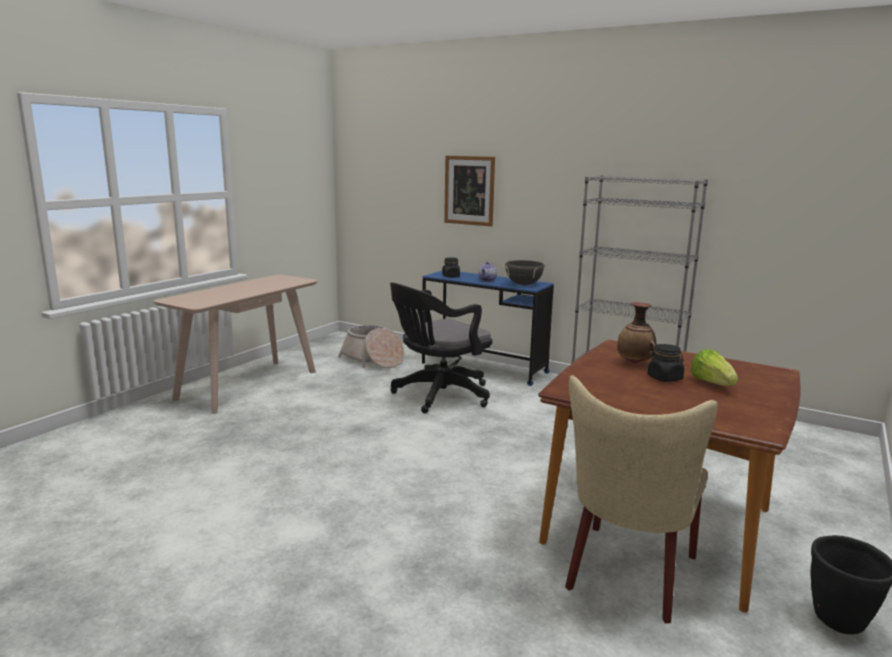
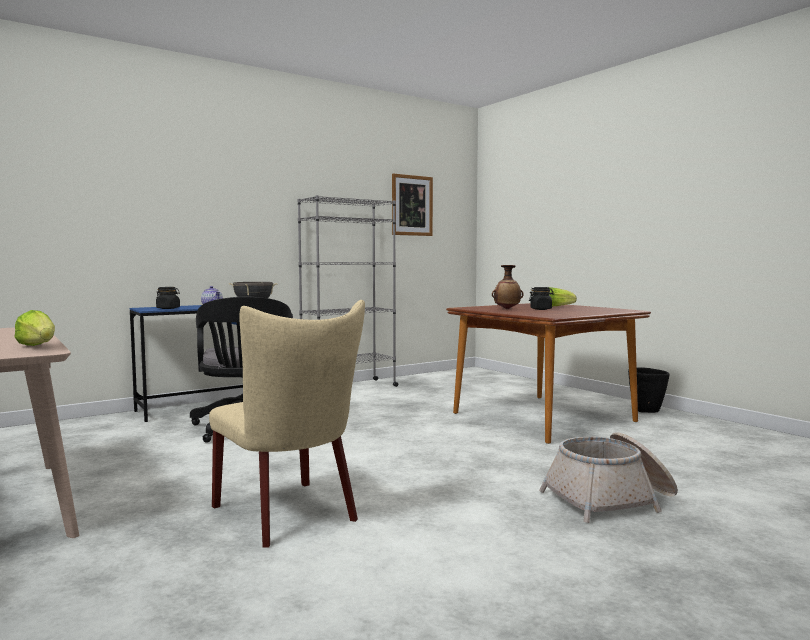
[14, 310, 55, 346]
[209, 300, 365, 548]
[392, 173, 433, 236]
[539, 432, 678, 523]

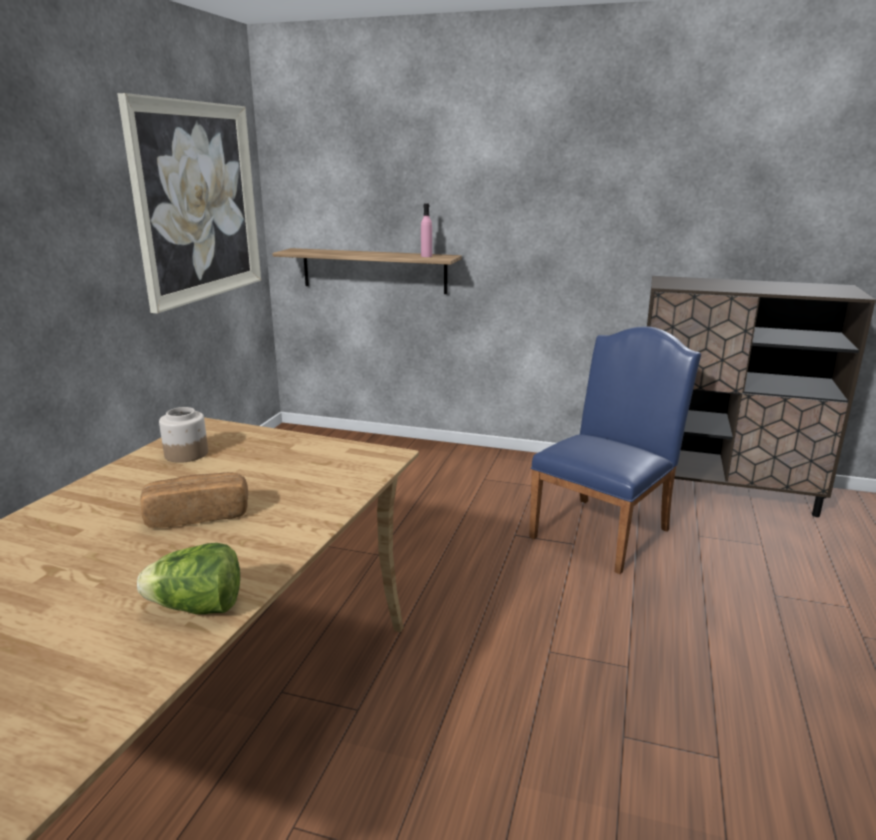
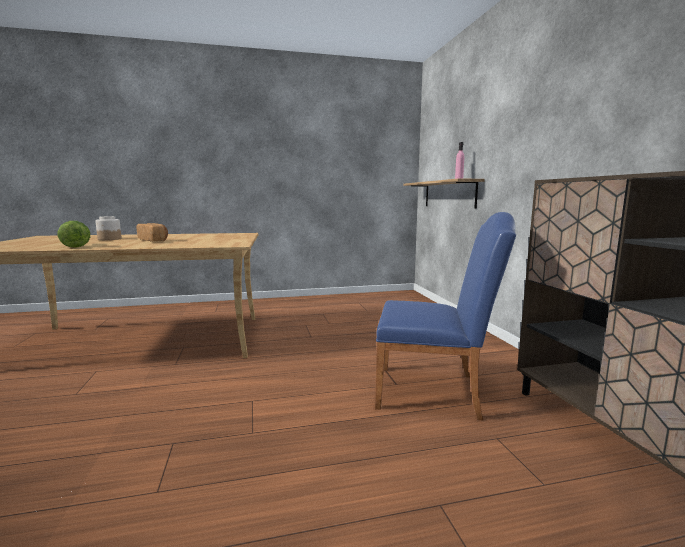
[95, 216, 122, 240]
[117, 93, 261, 314] (first image)

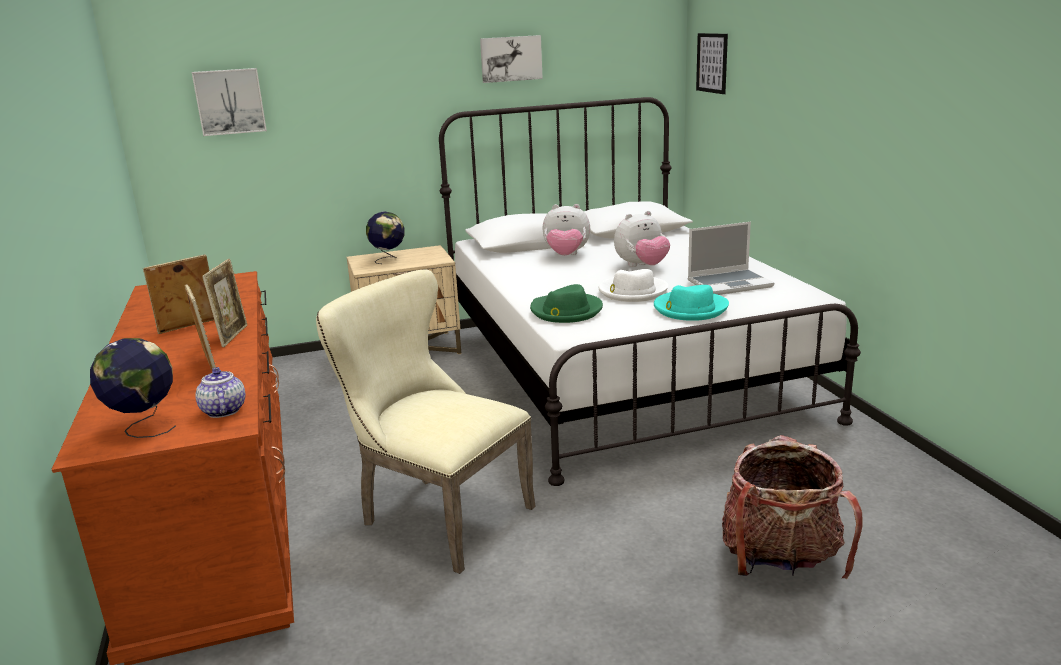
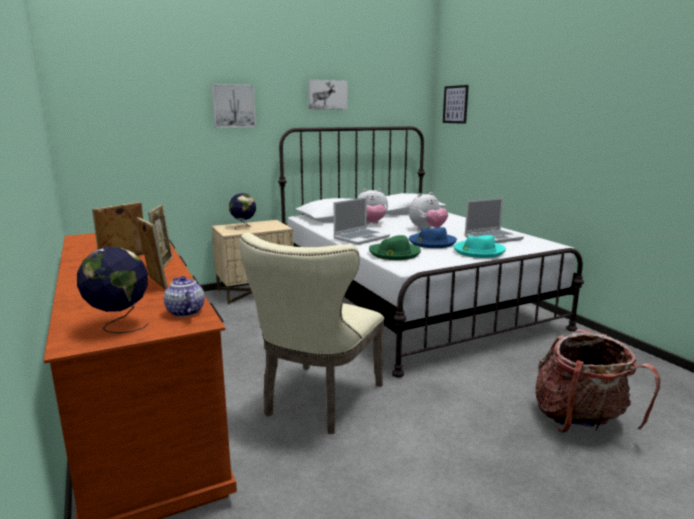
[212, 84, 256, 128]
[239, 233, 385, 434]
[334, 197, 390, 245]
[409, 227, 457, 248]

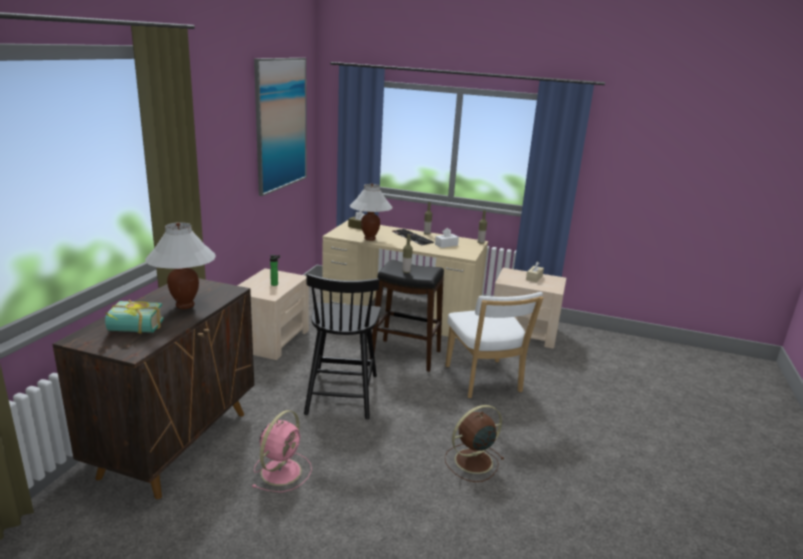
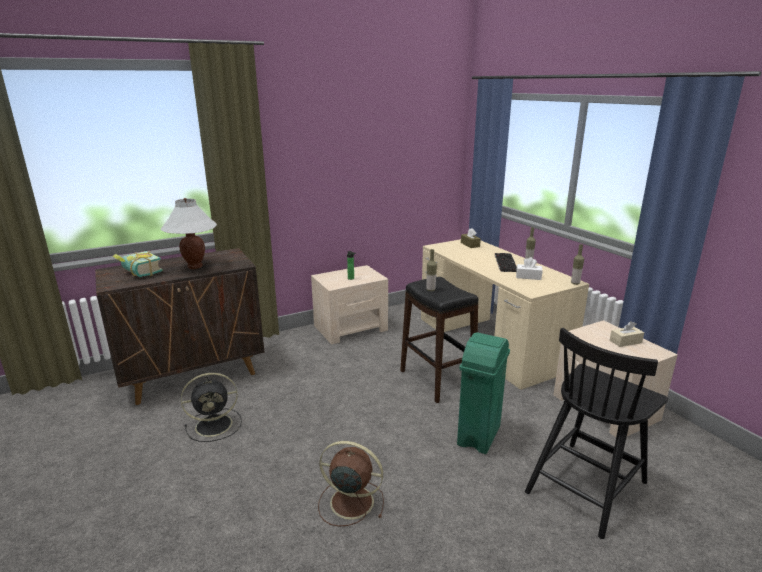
[181, 373, 242, 442]
[457, 332, 510, 454]
[525, 328, 668, 539]
[254, 58, 307, 196] (first image)
[350, 184, 393, 241] (first image)

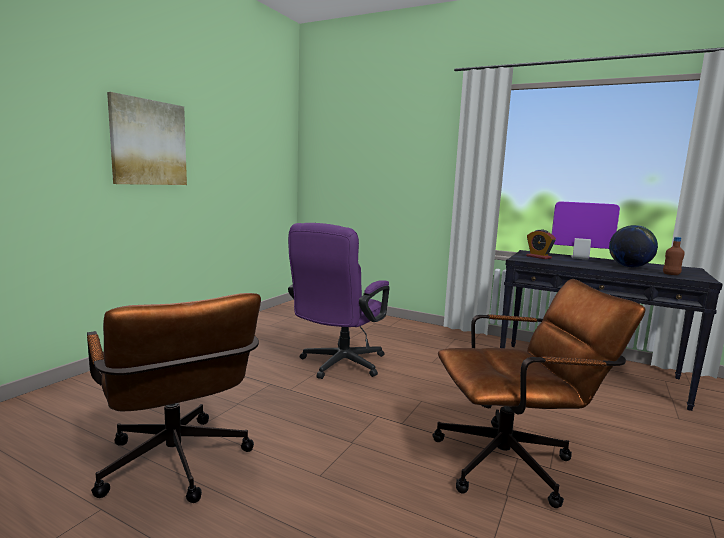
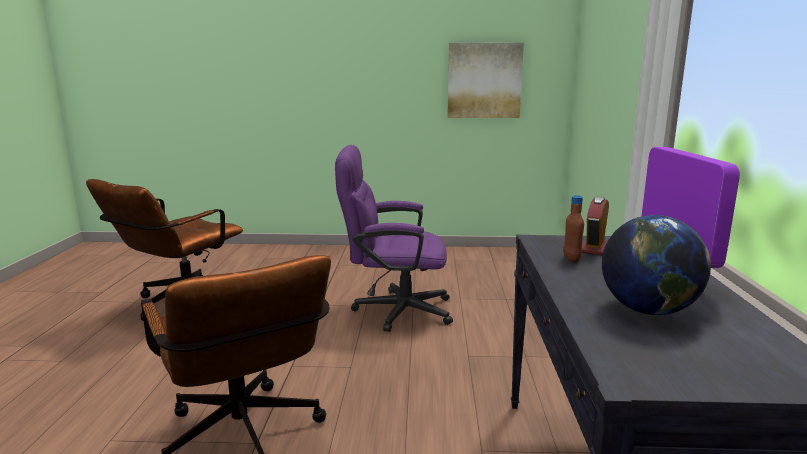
[448, 43, 524, 118]
[563, 195, 584, 262]

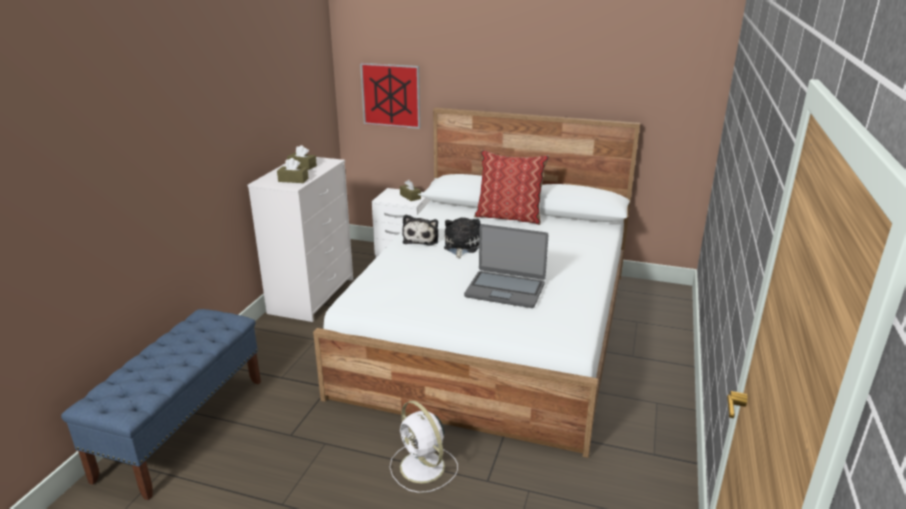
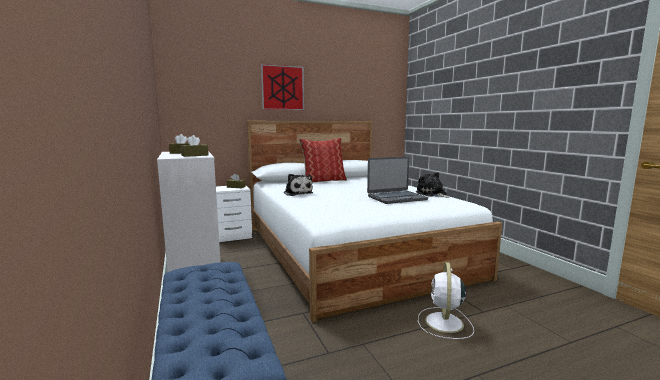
[261, 64, 304, 110]
[416, 172, 449, 198]
[418, 262, 474, 339]

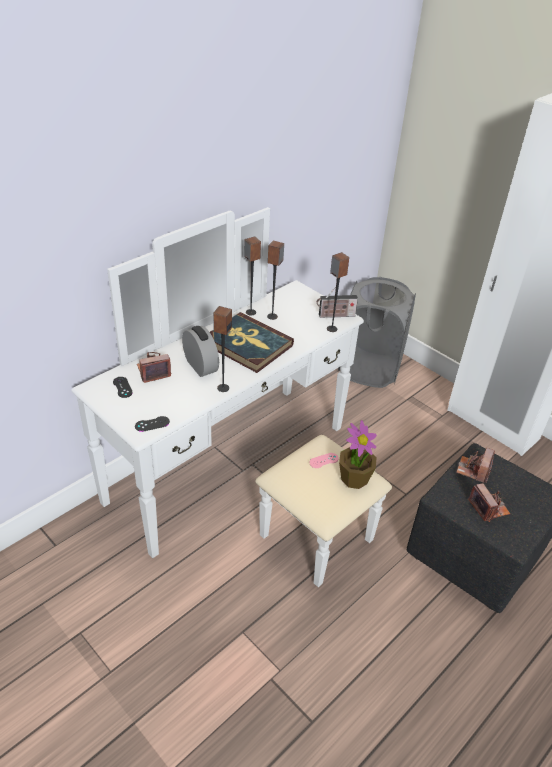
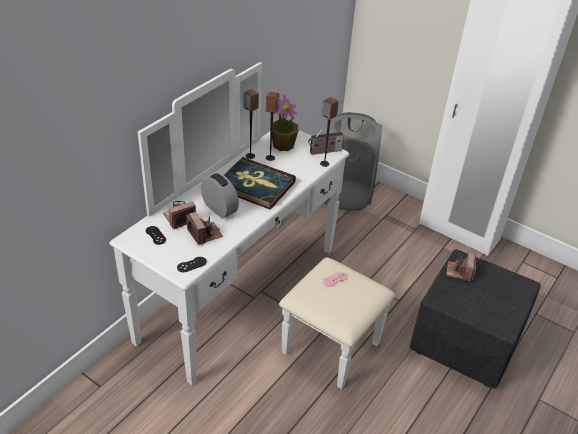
[187, 212, 223, 245]
[270, 94, 298, 151]
[213, 306, 232, 392] (first image)

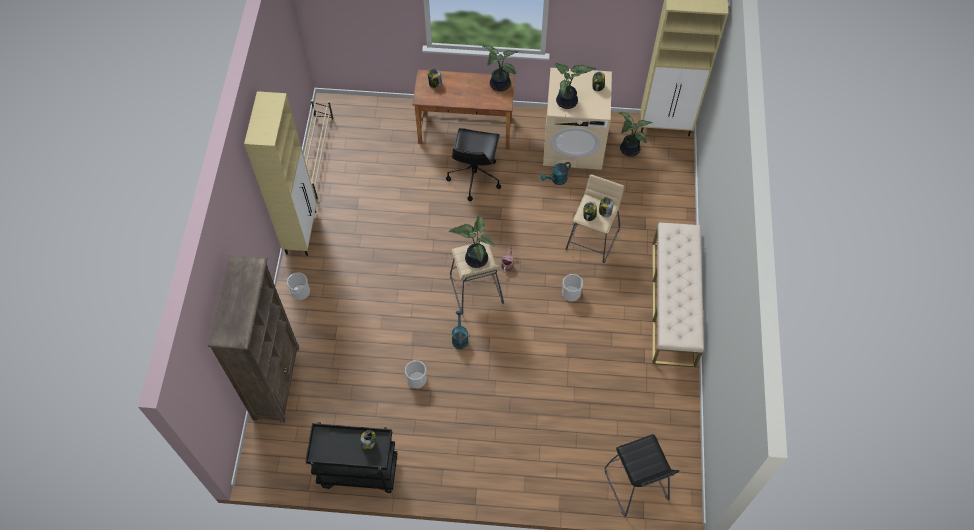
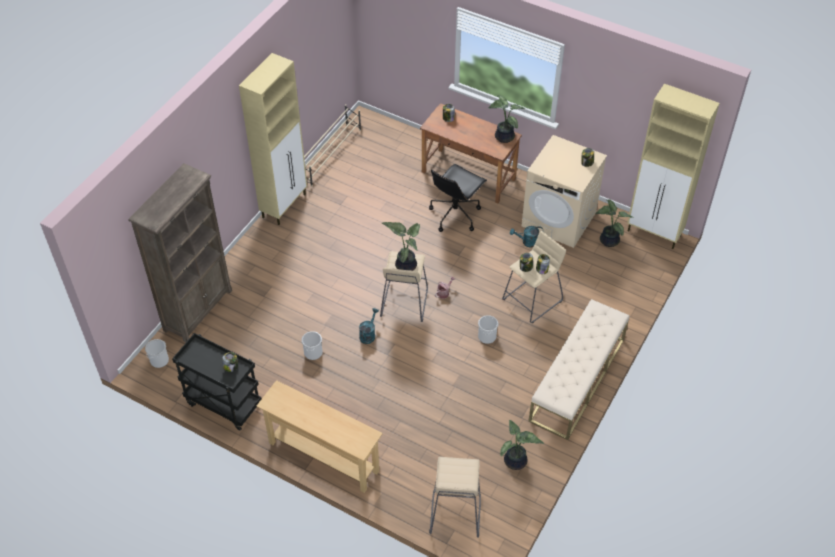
[145, 339, 169, 368]
[256, 380, 383, 493]
[429, 457, 481, 538]
[500, 420, 544, 470]

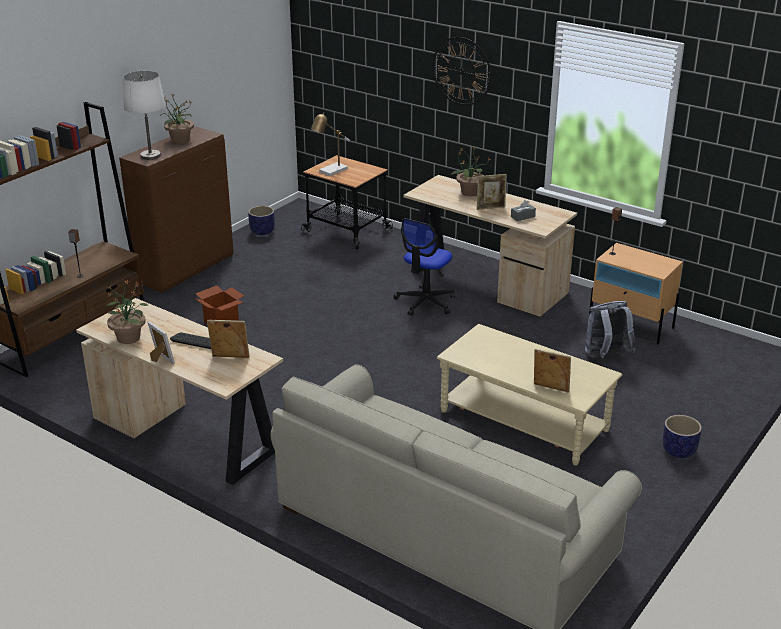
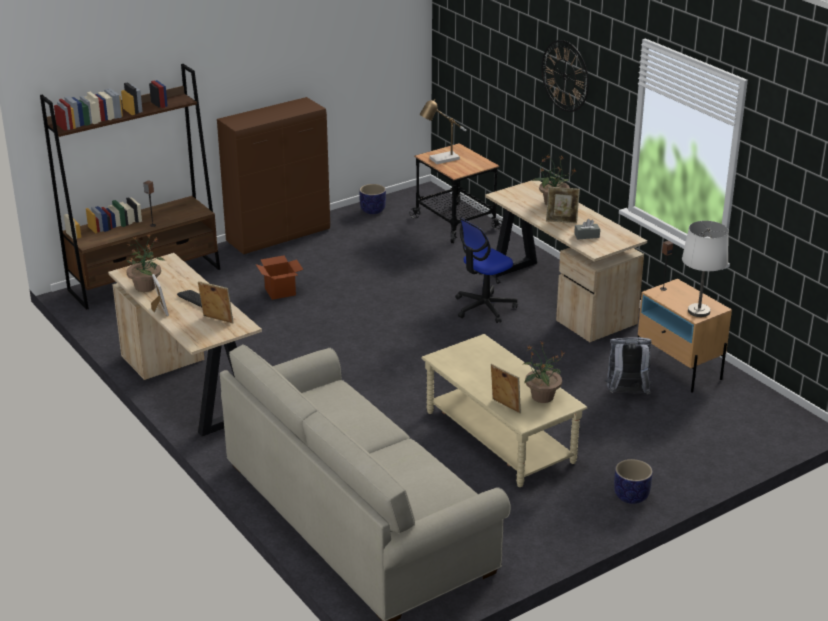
[523, 342, 564, 403]
[682, 221, 729, 317]

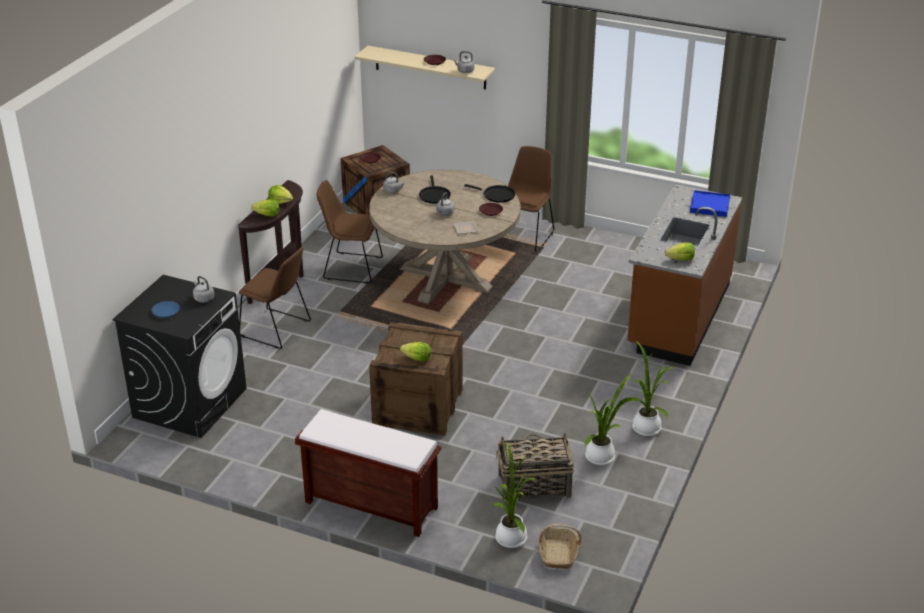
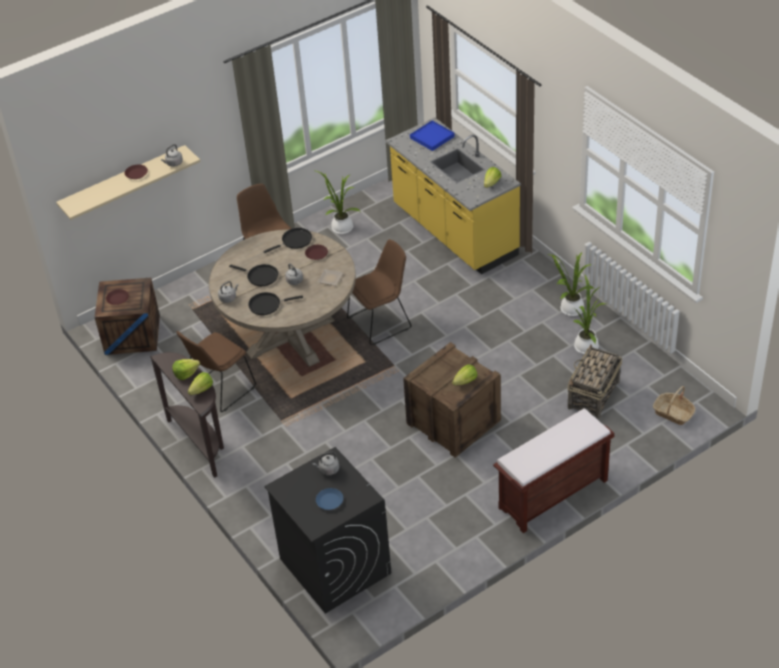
[248, 292, 303, 315]
[316, 171, 360, 234]
[347, 239, 411, 345]
[386, 117, 521, 274]

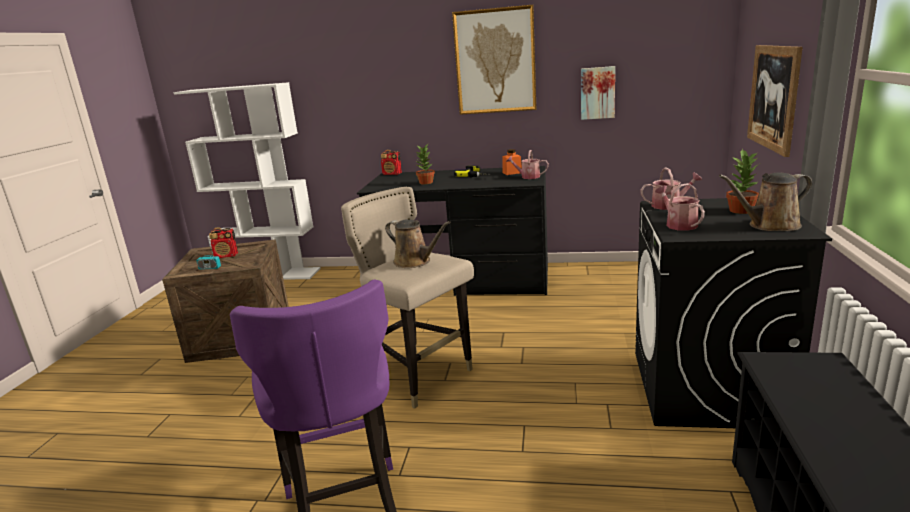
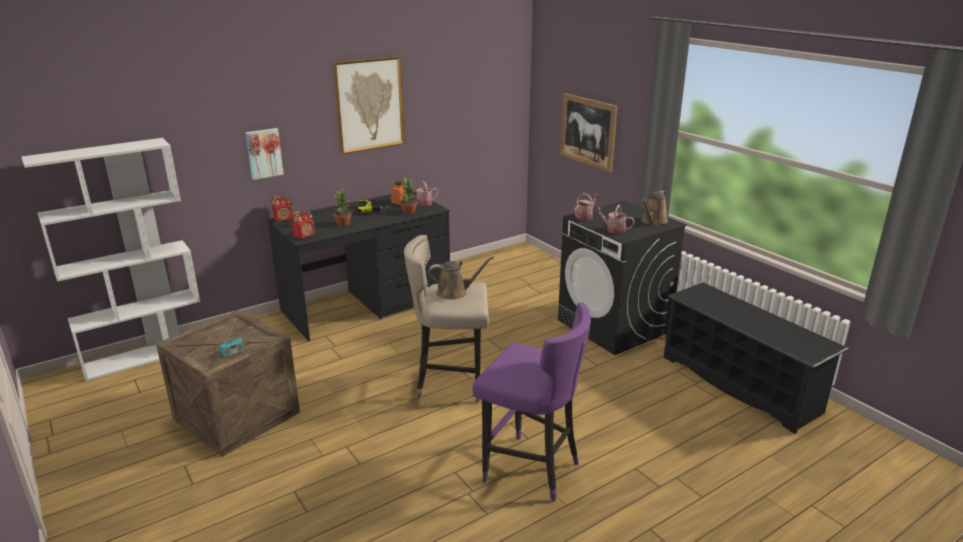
[245, 128, 284, 180]
[291, 210, 315, 239]
[400, 178, 417, 214]

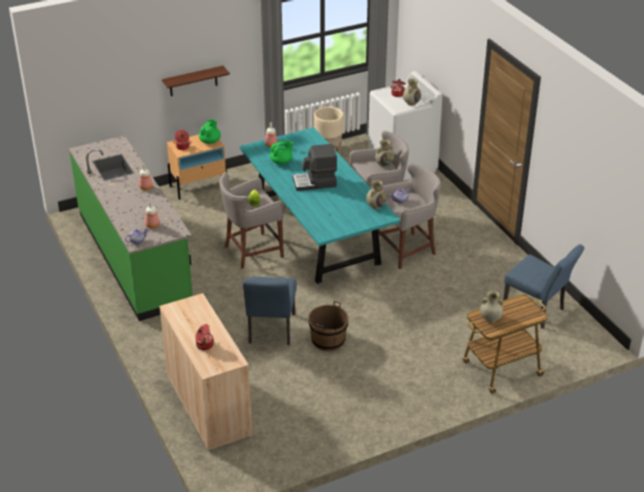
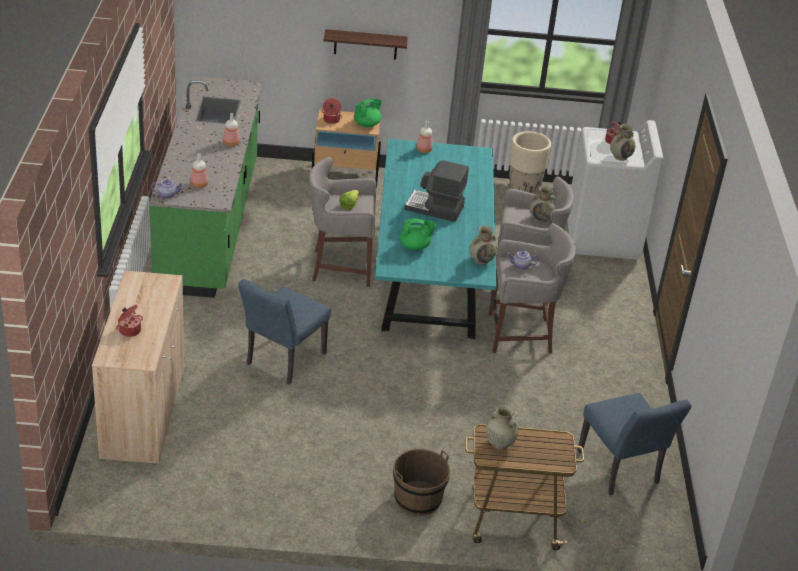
[393, 449, 450, 516]
[400, 218, 436, 250]

